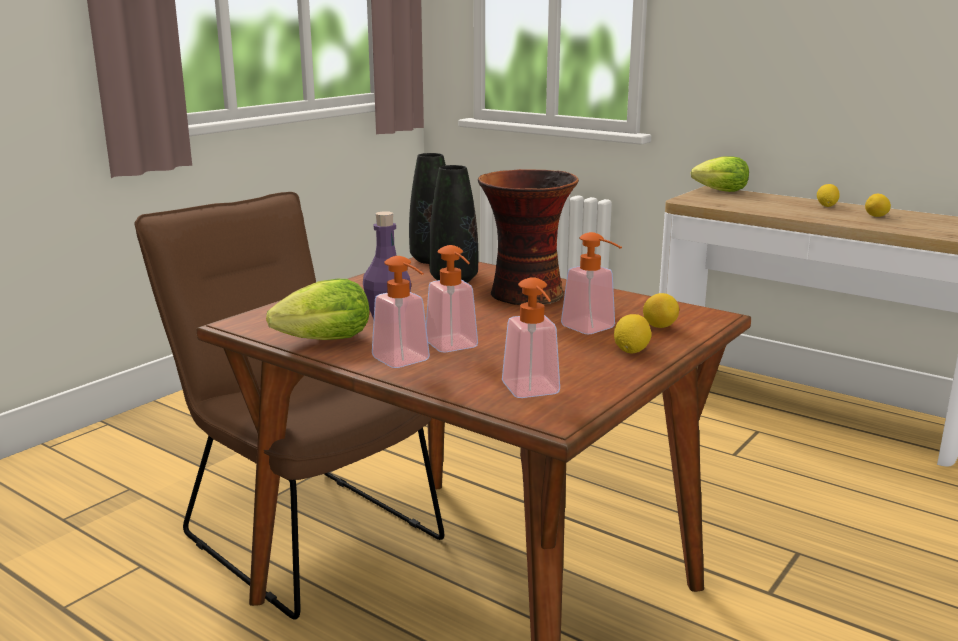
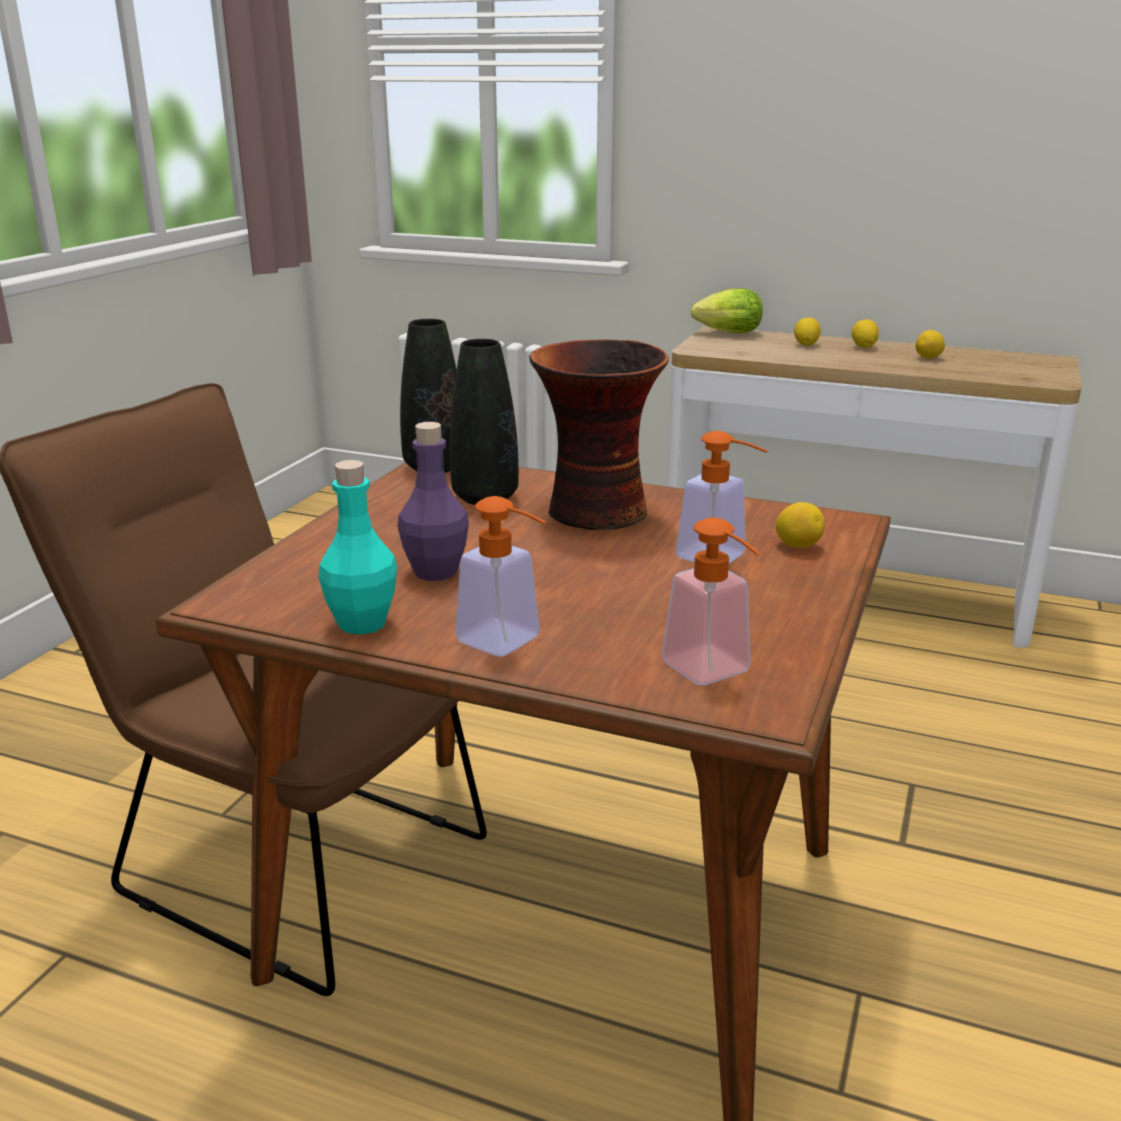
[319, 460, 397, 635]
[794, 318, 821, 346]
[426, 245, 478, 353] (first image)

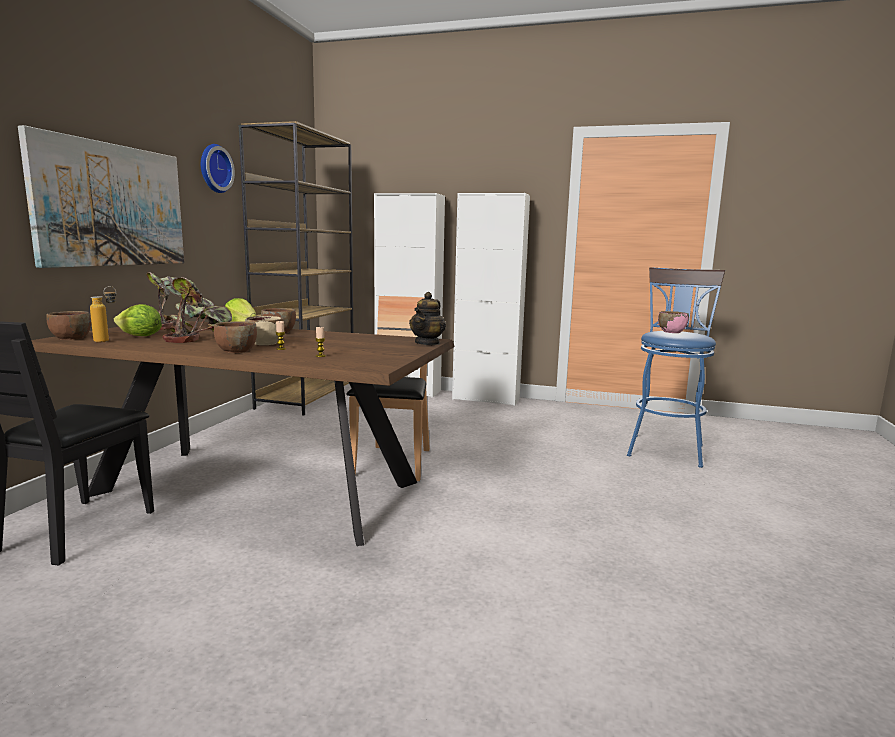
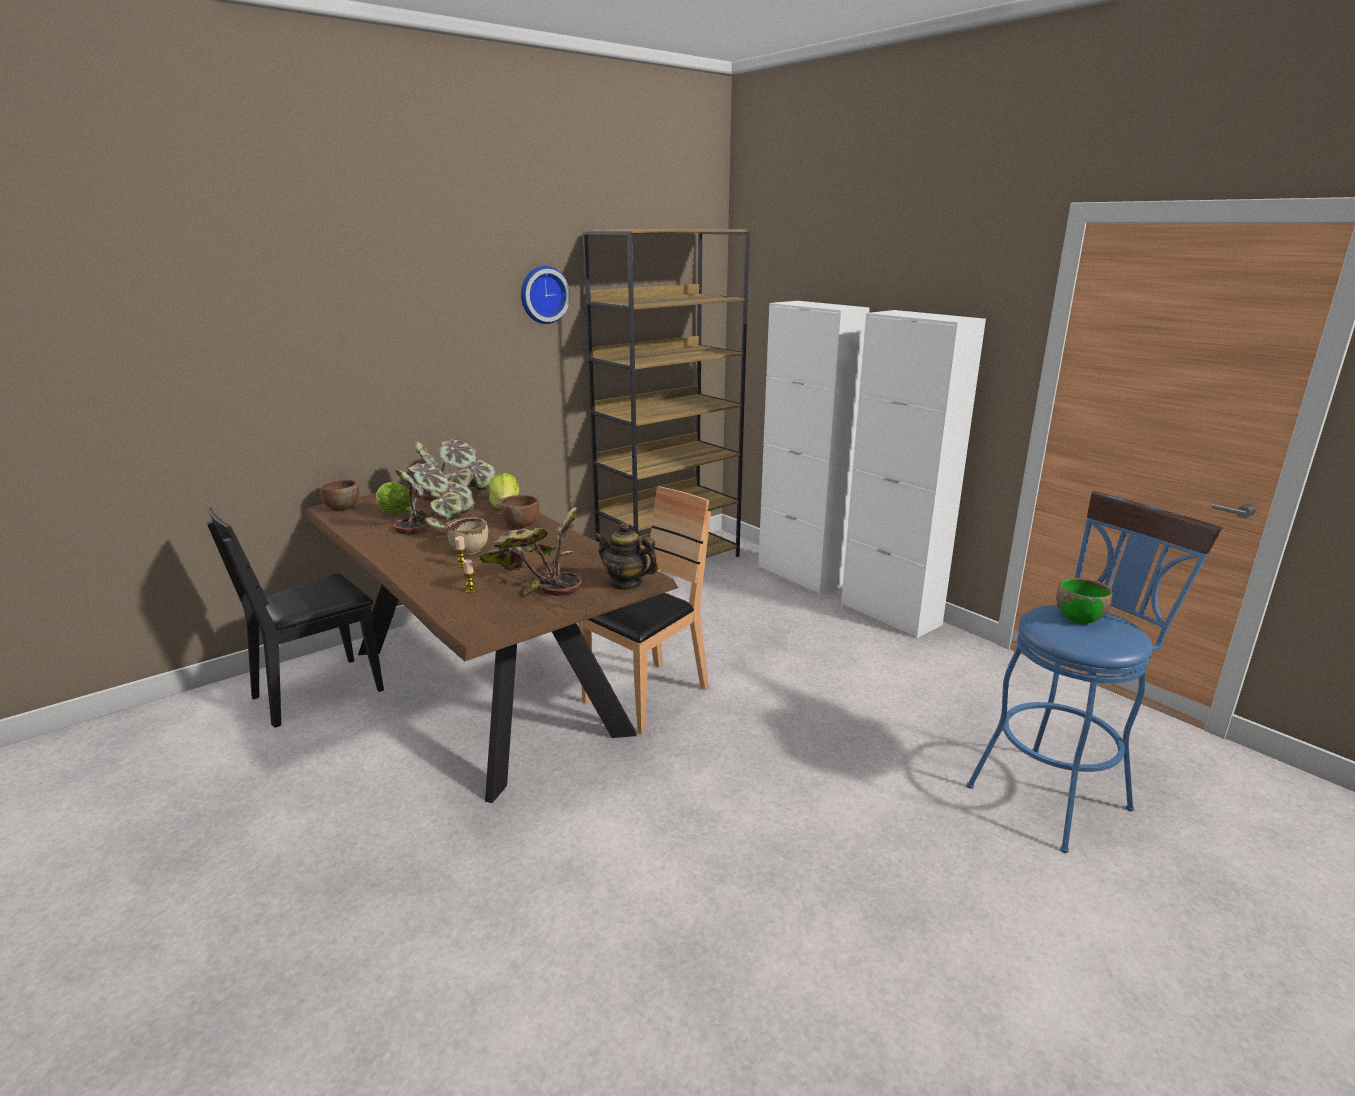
[479, 507, 582, 596]
[594, 522, 658, 591]
[1056, 578, 1113, 624]
[18, 125, 184, 268] (first image)
[90, 286, 116, 342] (first image)
[214, 321, 257, 353] (first image)

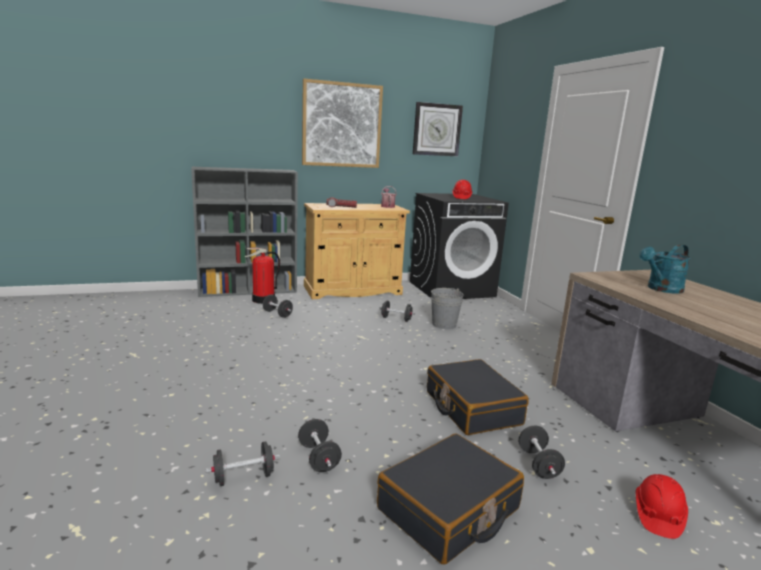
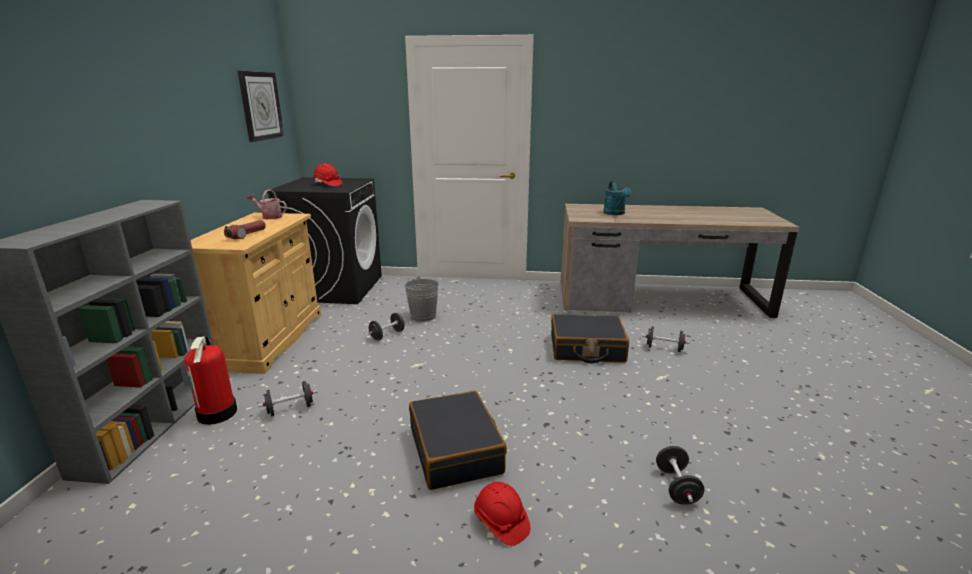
[409, 391, 507, 490]
[474, 482, 531, 546]
[298, 419, 342, 472] (first image)
[302, 78, 383, 168] (first image)

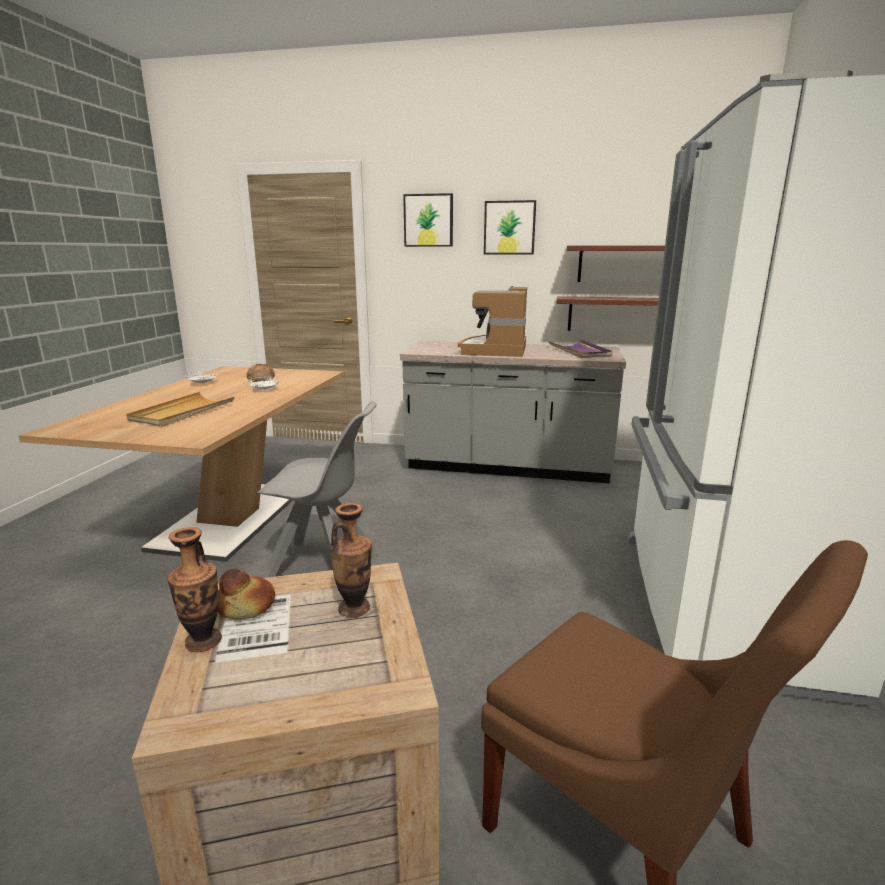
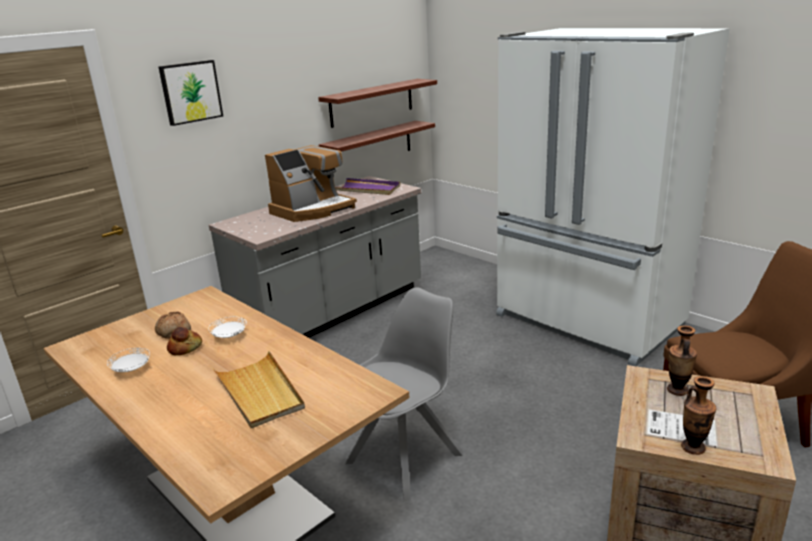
[167, 327, 202, 355]
[265, 145, 357, 222]
[484, 200, 536, 254] (first image)

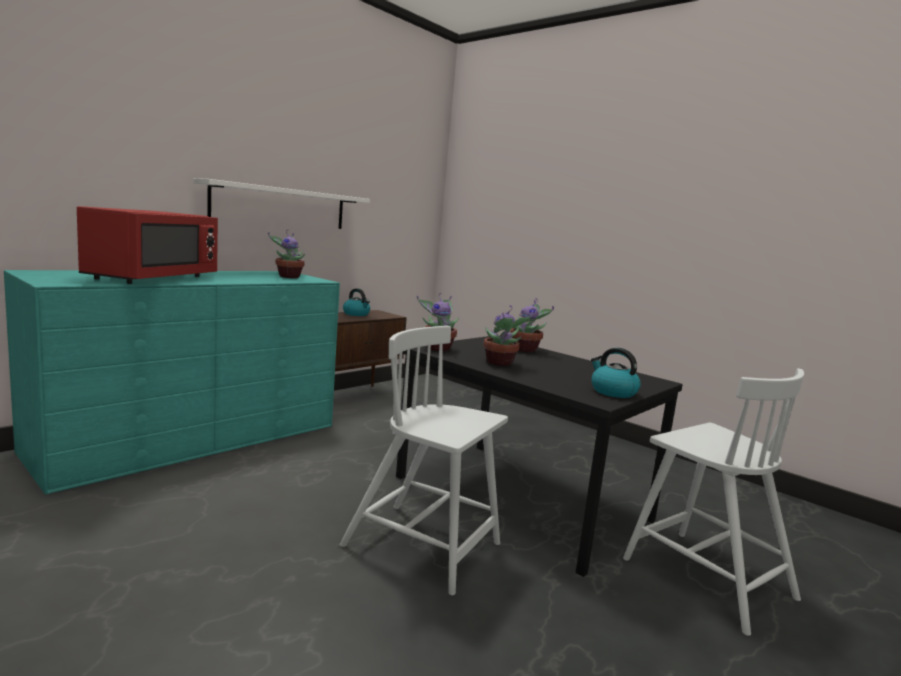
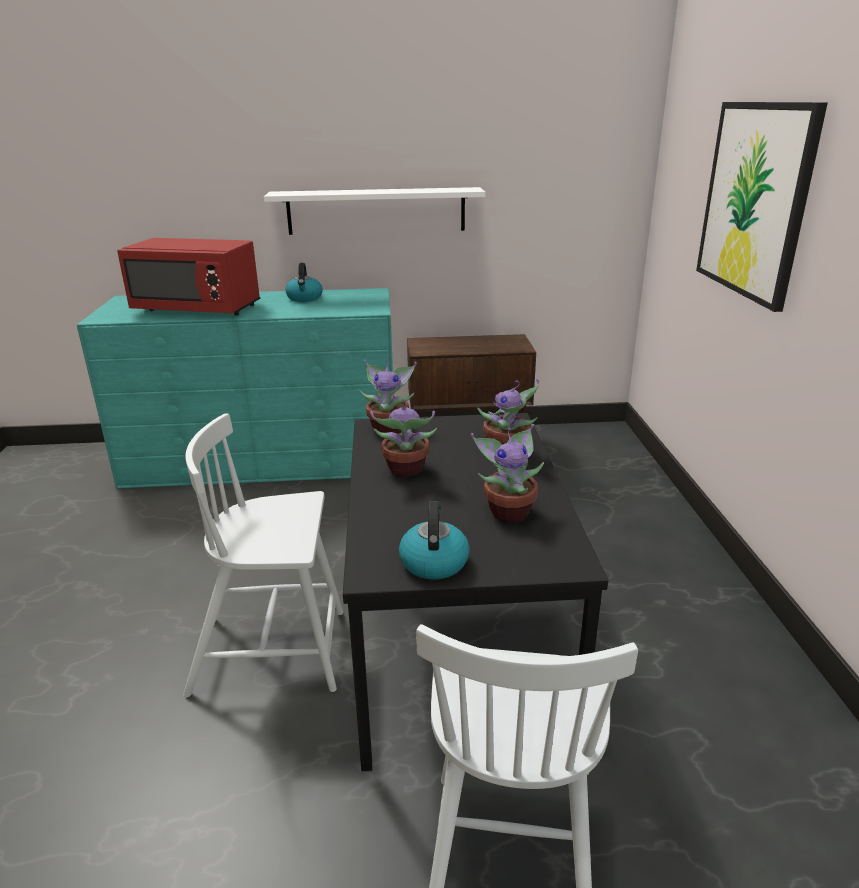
[117, 238, 260, 315]
[183, 413, 343, 698]
[285, 263, 323, 302]
[471, 424, 544, 523]
[696, 102, 828, 312]

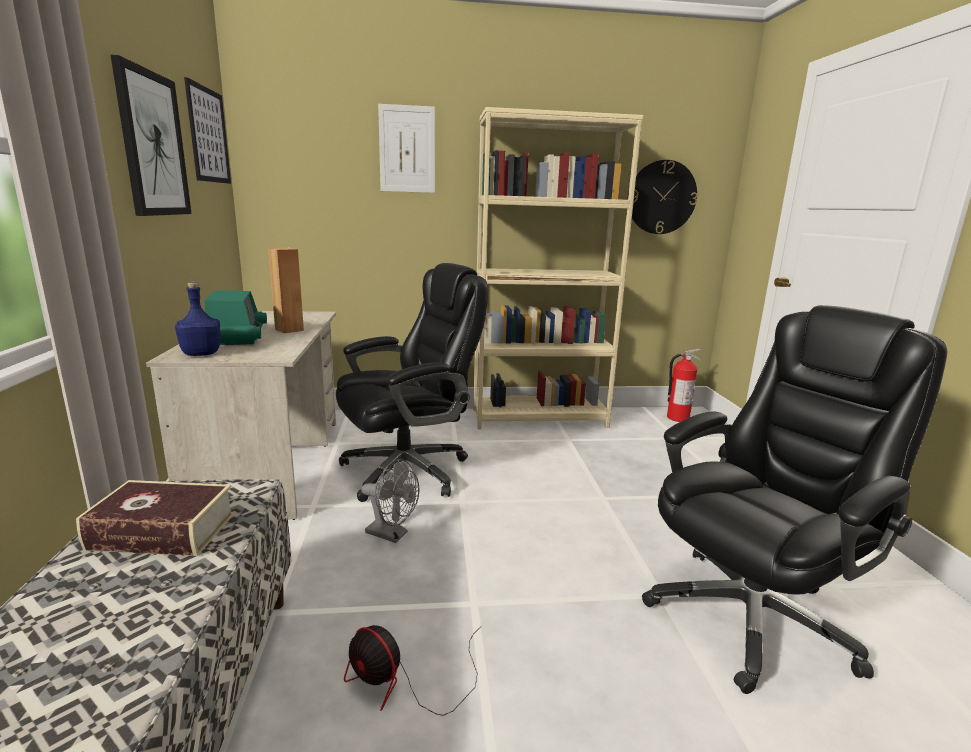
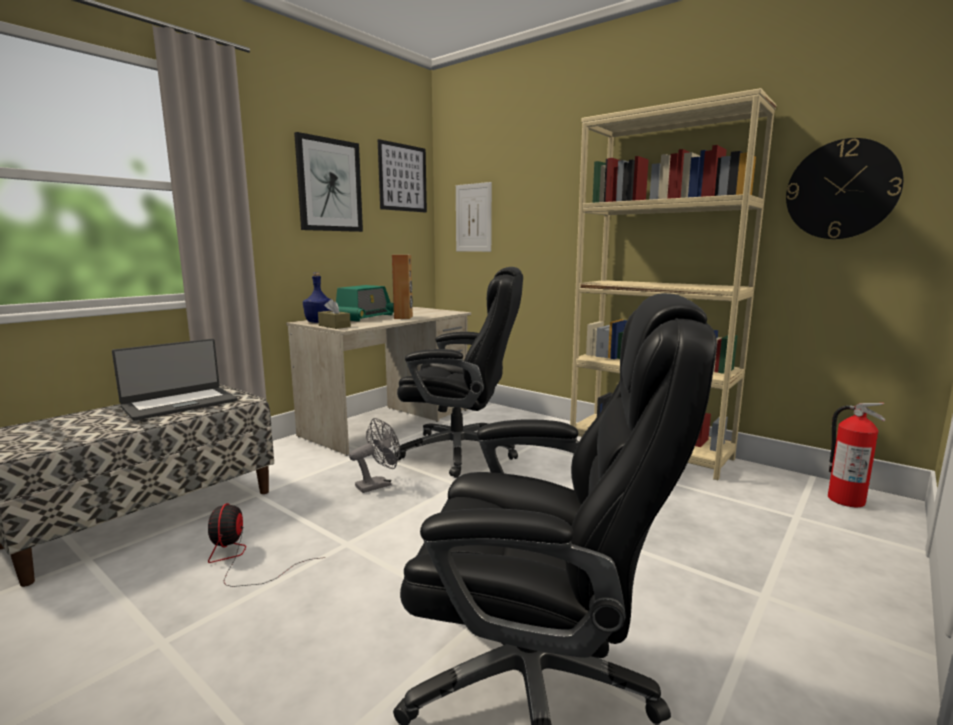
[112, 339, 238, 420]
[318, 299, 351, 329]
[349, 418, 401, 493]
[456, 182, 492, 252]

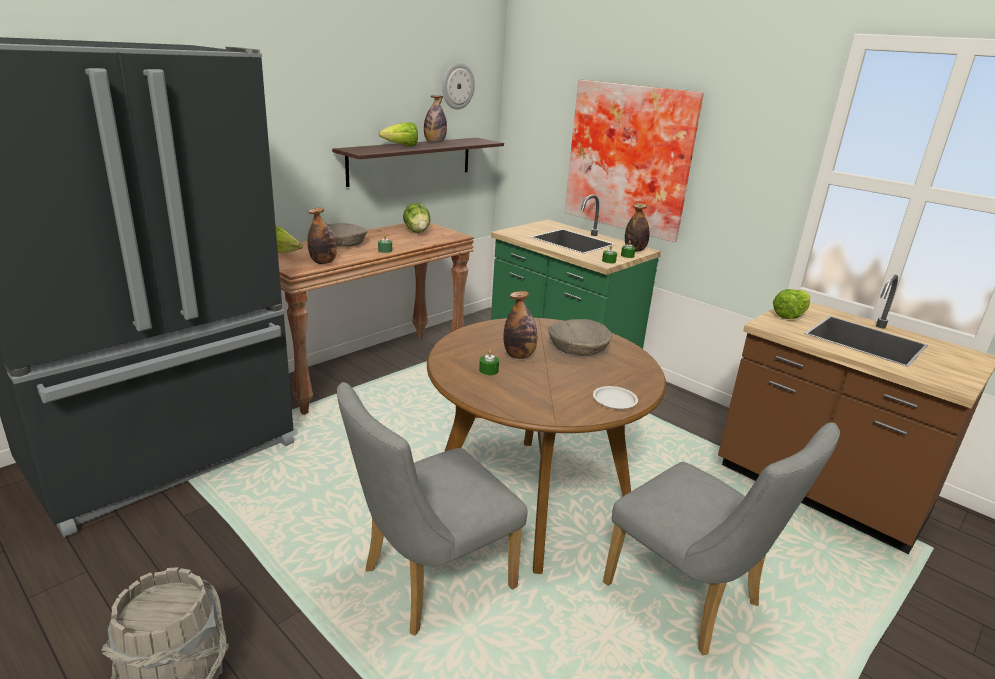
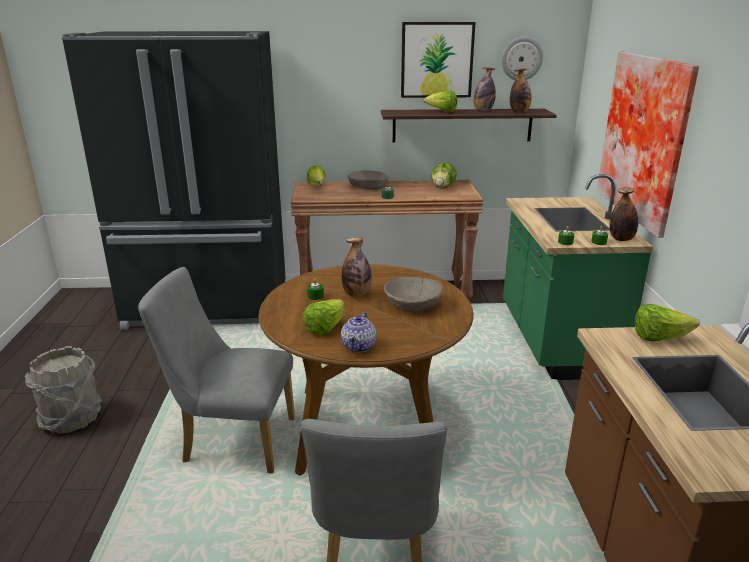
[302, 299, 344, 335]
[341, 312, 376, 353]
[401, 22, 475, 98]
[510, 68, 532, 113]

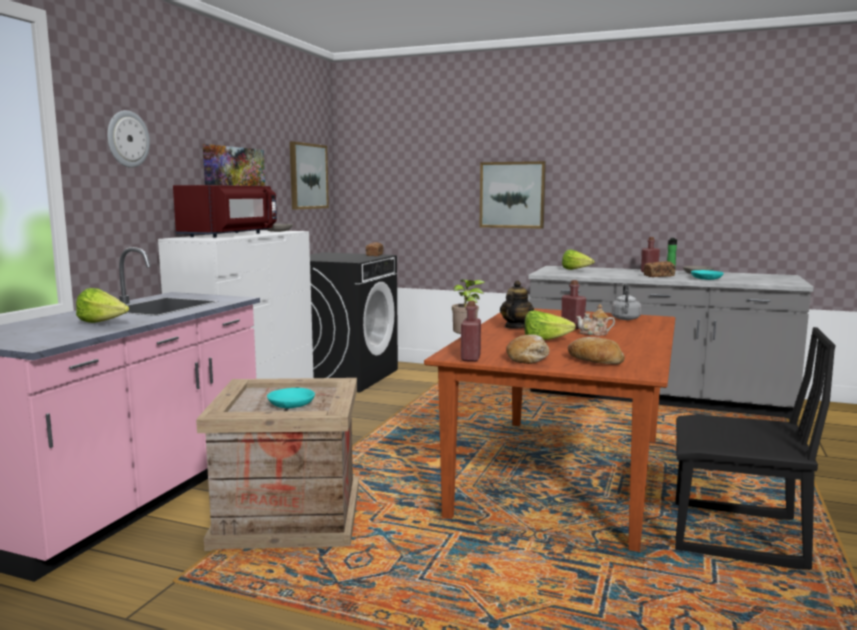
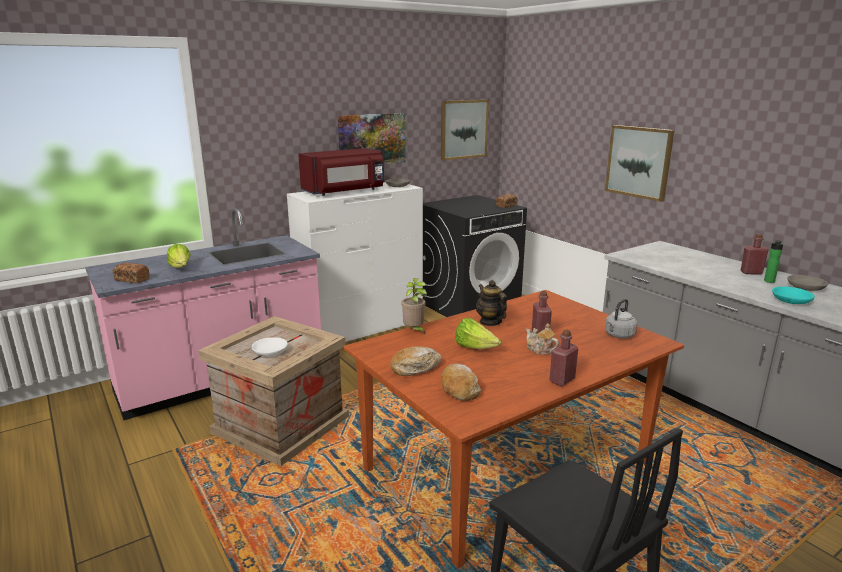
[113, 263, 150, 283]
[252, 337, 288, 356]
[476, 280, 507, 326]
[549, 329, 578, 386]
[107, 110, 150, 168] (first image)
[562, 249, 595, 270] (first image)

